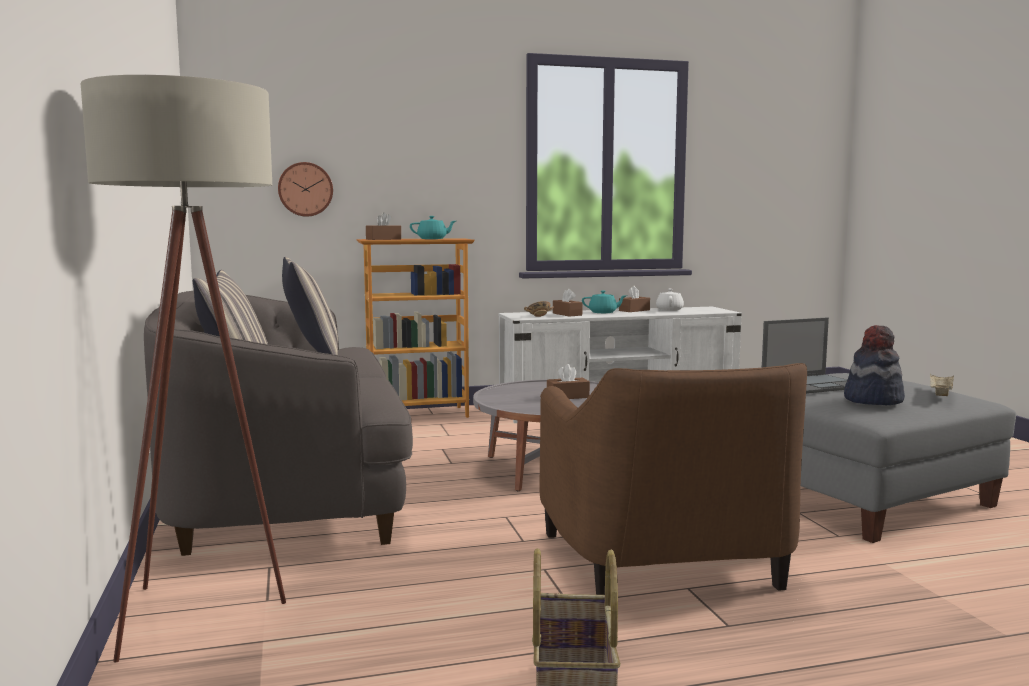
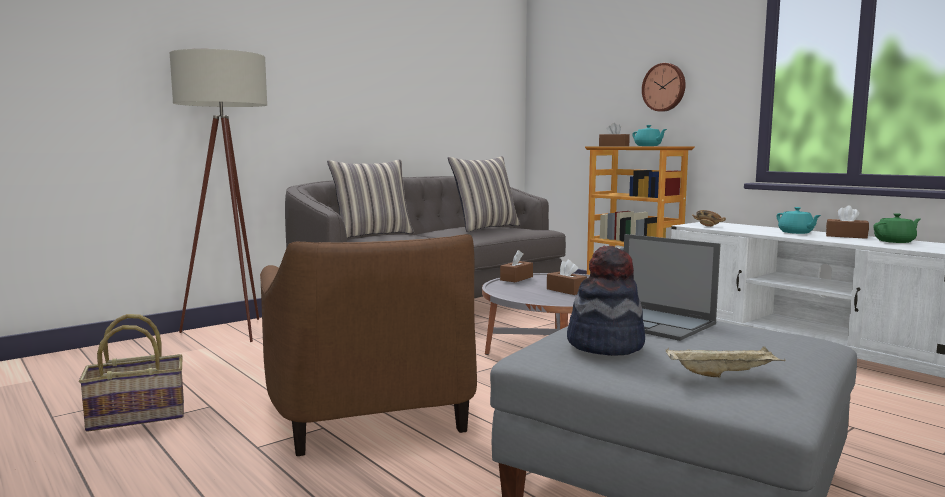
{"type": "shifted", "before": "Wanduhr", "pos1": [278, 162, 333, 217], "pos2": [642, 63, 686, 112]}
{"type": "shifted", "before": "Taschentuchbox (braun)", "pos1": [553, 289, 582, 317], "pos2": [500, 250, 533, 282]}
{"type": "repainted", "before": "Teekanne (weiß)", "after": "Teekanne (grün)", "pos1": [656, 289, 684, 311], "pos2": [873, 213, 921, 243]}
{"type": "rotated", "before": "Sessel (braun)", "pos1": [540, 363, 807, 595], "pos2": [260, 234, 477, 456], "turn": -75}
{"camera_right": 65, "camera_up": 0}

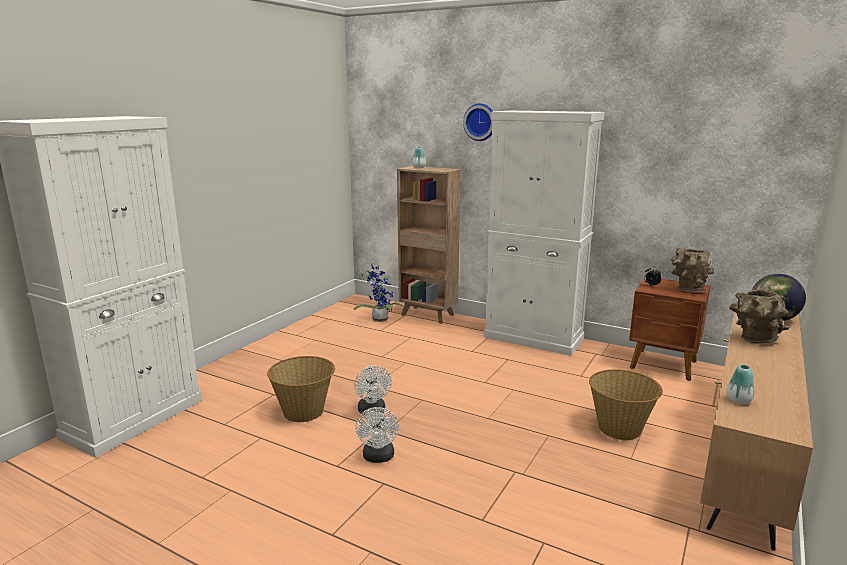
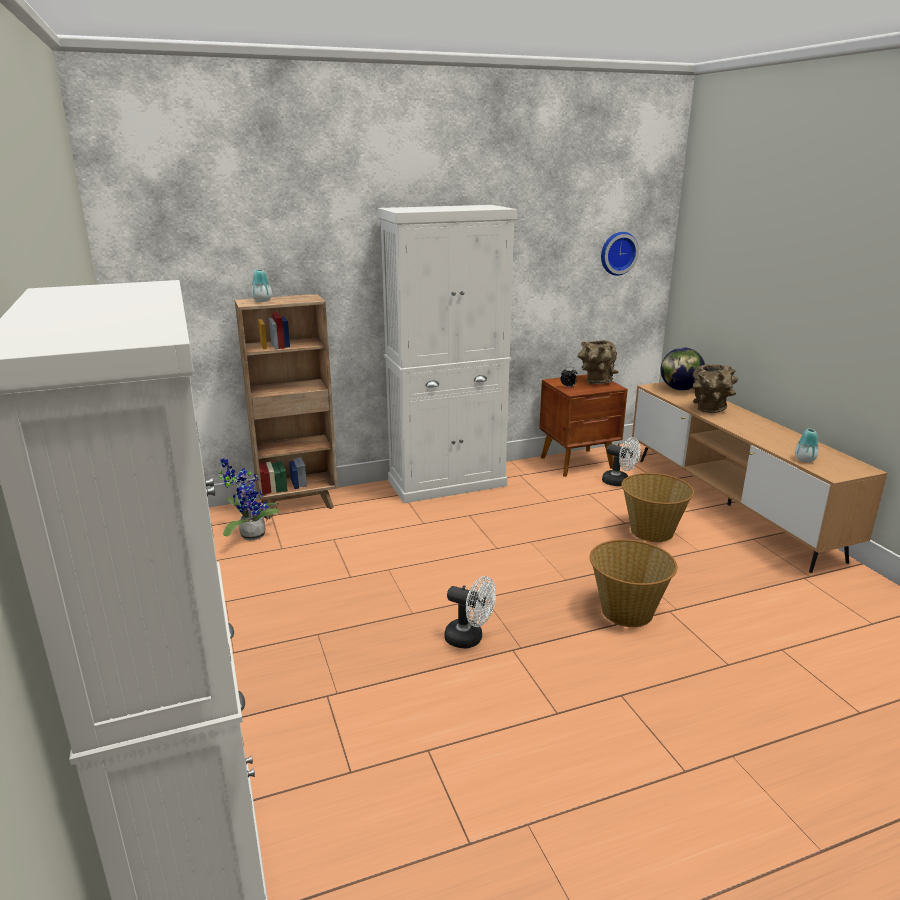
{"type": "shifted", "before": "Wanduhr", "pos1": [463, 103, 494, 141], "pos2": [601, 232, 639, 276]}
{"type": "shifted", "before": "Korb", "pos1": [267, 356, 335, 422], "pos2": [590, 539, 677, 627]}
{"type": "shifted", "before": "Ventilator (weiß)", "pos1": [355, 407, 399, 463], "pos2": [602, 437, 641, 486]}
{"camera_right": -50, "camera_up": 5}

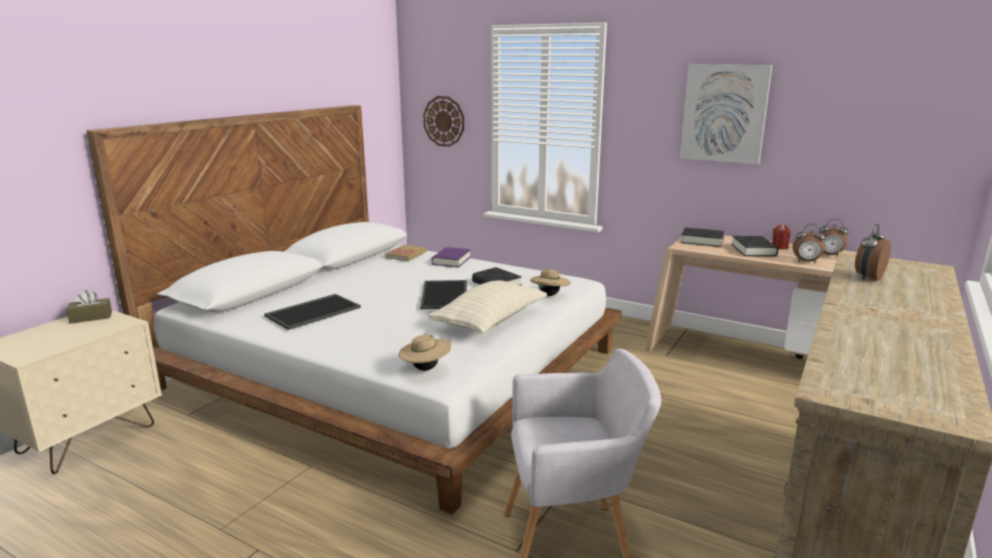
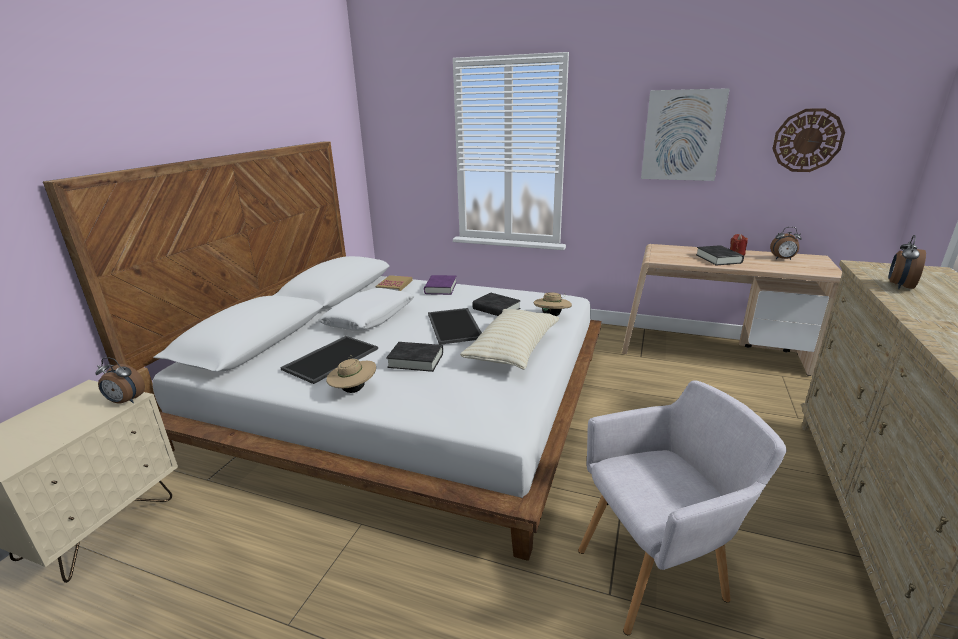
{"type": "shifted", "before": "Wanduhr", "pos1": [423, 96, 464, 147], "pos2": [772, 108, 845, 172]}
{"type": "shifted", "before": "Wecker", "pos1": [793, 224, 826, 263], "pos2": [95, 357, 145, 403]}
{"type": "shifted", "before": "Buch (schwarz)", "pos1": [681, 227, 724, 247], "pos2": [386, 342, 443, 372]}
{"type": "gone", "before": "Taschentuchbox (braun)", "pos1": [66, 290, 112, 324]}
{"type": "shifted", "before": "Hut (beige)", "pos1": [399, 330, 451, 371], "pos2": [326, 355, 376, 393]}
{"type": "new", "after": "Kissen (weiß)", "pos2": [319, 288, 414, 331]}
{"camera_right": -10, "camera_up": 5}

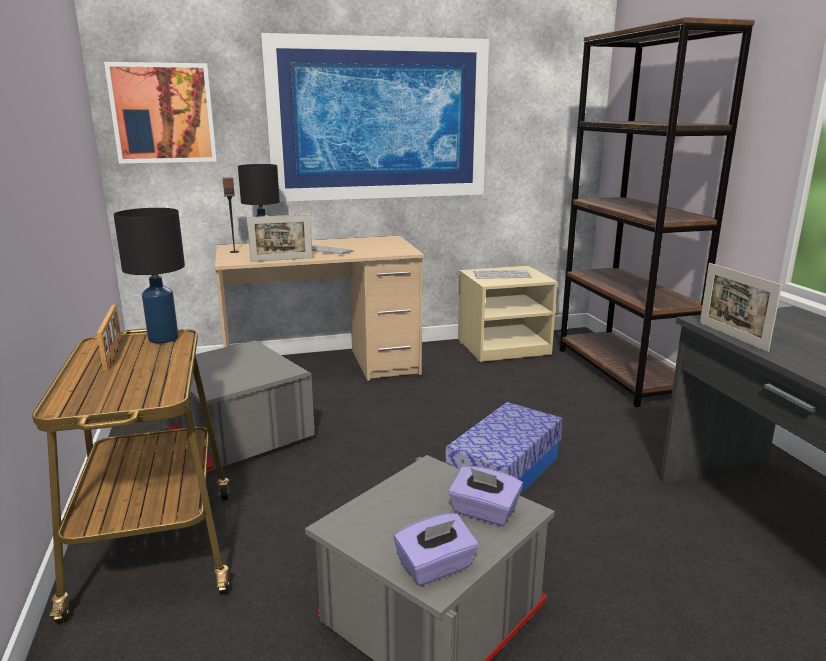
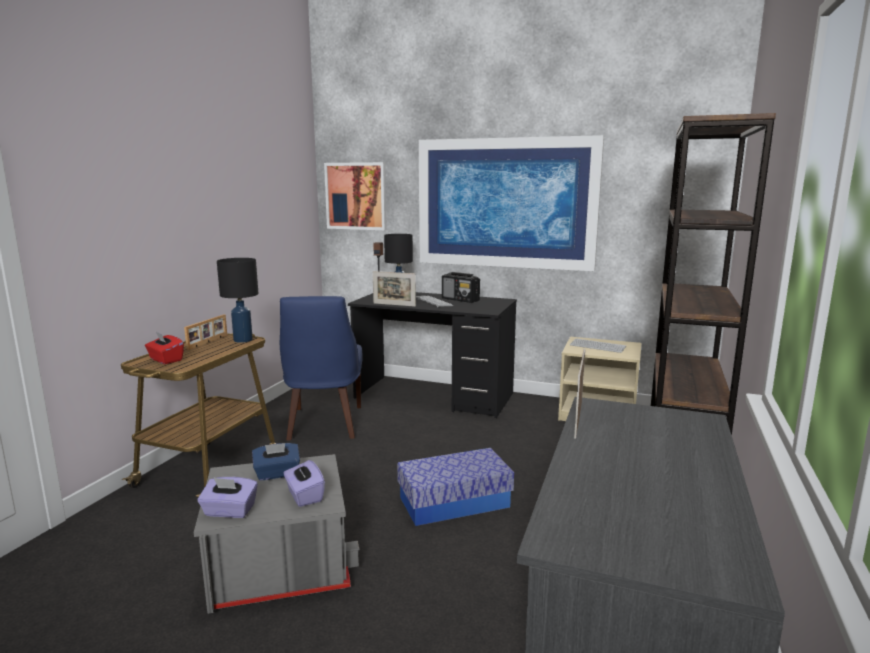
{"type": "repainted", "before": "Schreibtisch (beige)", "after": "Schreibtisch (schwarz)", "pos1": [215, 236, 424, 381], "pos2": [348, 292, 517, 418]}
{"type": "swapped", "before": "Aufbewahrungsbox (grau)", "after": "Stuhl (blau)", "pos1": [153, 340, 315, 472], "pos2": [280, 296, 363, 441]}
{"type": "new", "after": "Radio", "pos2": [442, 272, 480, 303]}
{"type": "new", "after": "Taschentuchbox (rot)", "pos2": [145, 332, 184, 364]}
{"type": "new", "after": "Taschentuchbox (blau)", "pos2": [252, 443, 300, 480]}
{"camera_right": 35, "camera_up": -5}

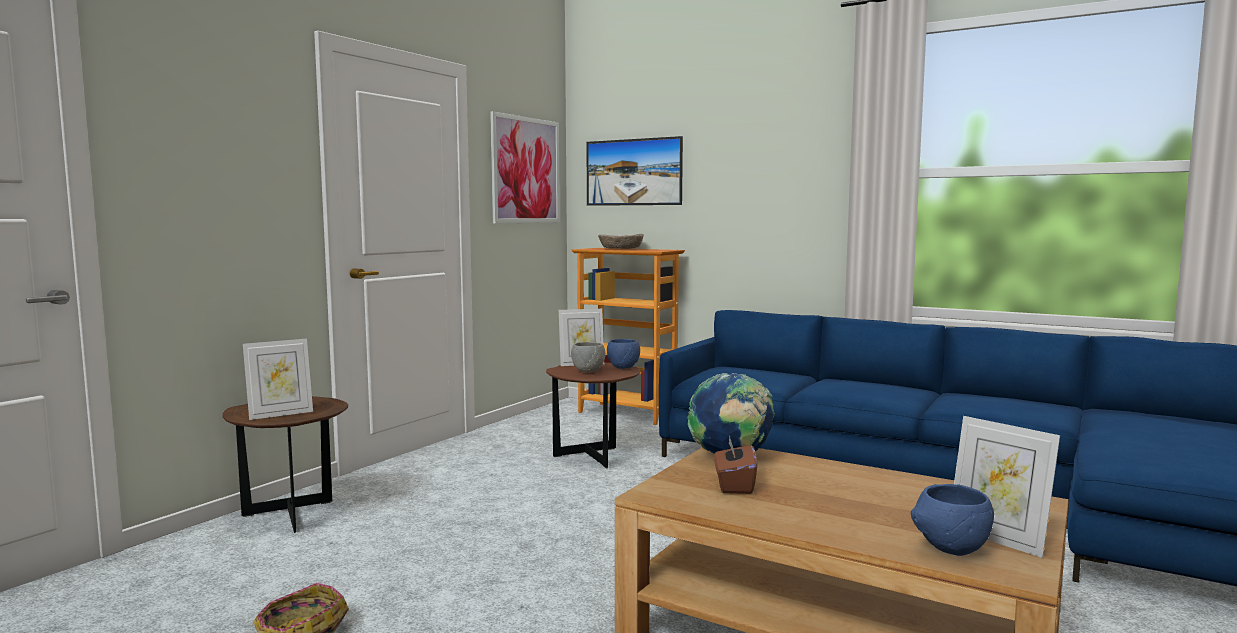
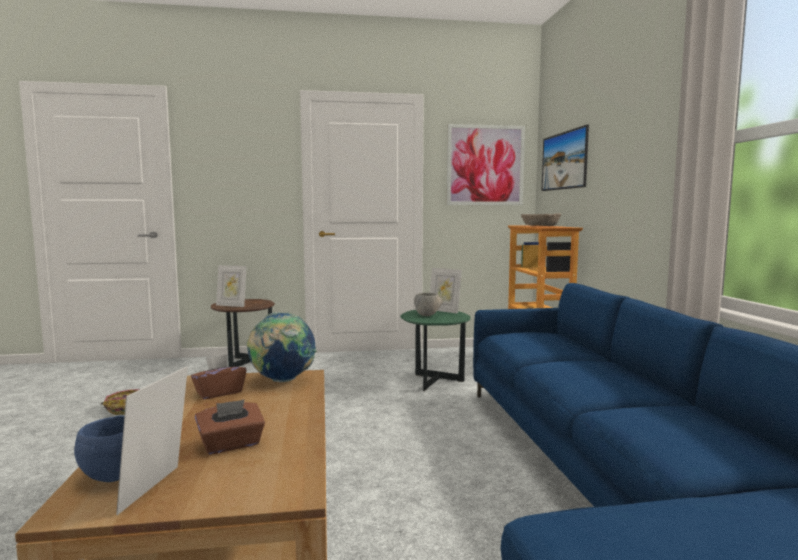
{"type": "gone", "before": "Schüssel (blau)", "pos1": [607, 339, 640, 369]}
{"type": "repainted", "before": "Beistelltisch (braun)", "after": "Beistelltisch (grün)", "pos1": [546, 362, 640, 468], "pos2": [400, 310, 470, 391]}
{"type": "new", "after": "Taschentuchbox (braun)", "pos2": [195, 400, 265, 455]}
{"camera_right": 50, "camera_up": 0}

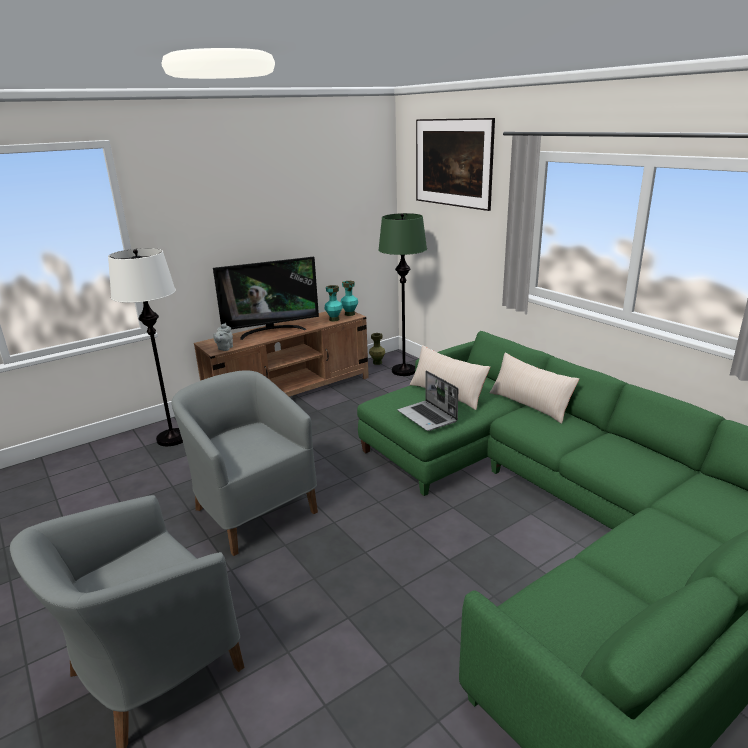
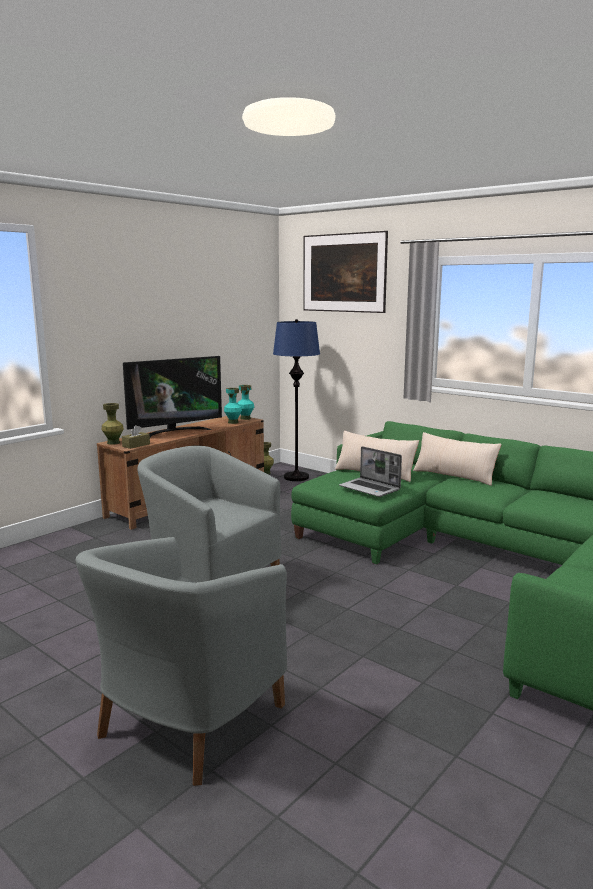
{"type": "repainted", "before": "Stehlampe (grün)", "after": "Stehlampe (blau)", "pos1": [378, 213, 427, 376], "pos2": [273, 319, 320, 481]}
{"type": "gone", "before": "Stehlampe (weiß)", "pos1": [108, 248, 183, 446]}
{"type": "swapped", "before": "Teekanne (grau)", "after": "Taschentuchbox (braun)", "pos1": [213, 323, 233, 351], "pos2": [122, 425, 150, 449]}
{"type": "new", "after": "Vase (grün)", "pos2": [102, 403, 124, 445]}
{"camera_right": -15, "camera_up": -10}

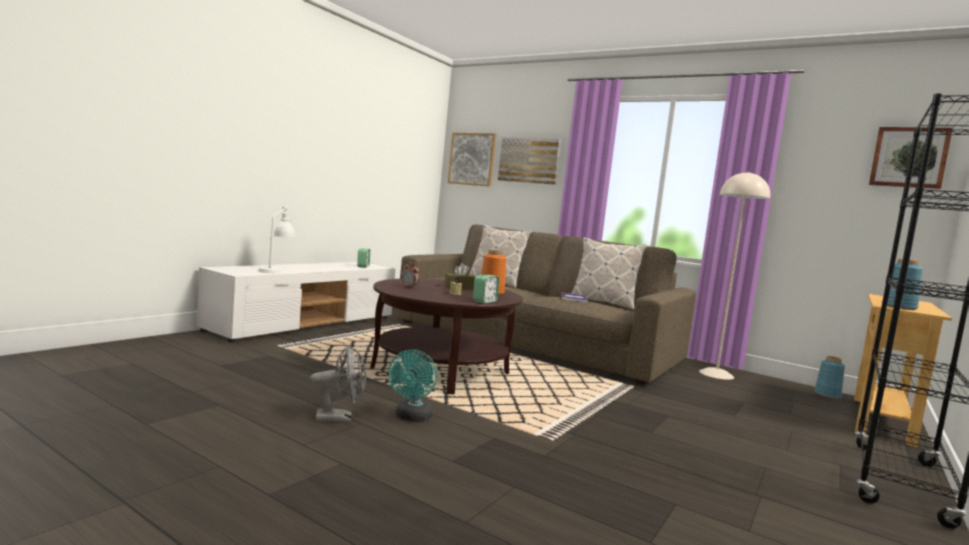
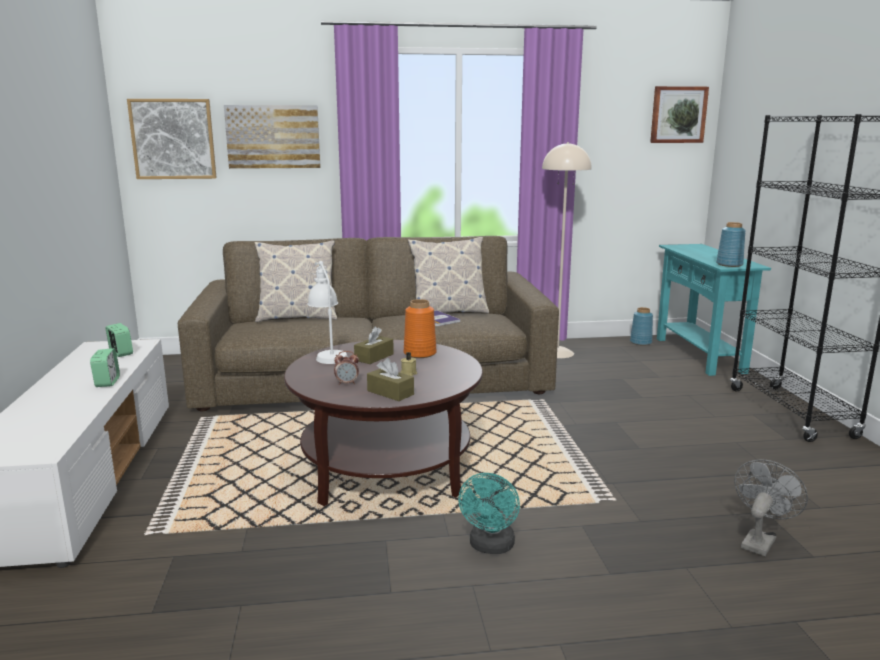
{"type": "shifted", "before": "Tischlampe (weiß)", "pos1": [258, 206, 295, 273], "pos2": [307, 261, 348, 364]}
{"type": "shifted", "before": "Wecker", "pos1": [473, 275, 499, 304], "pos2": [90, 348, 120, 387]}
{"type": "repainted", "before": "Konsolentisch (beige)", "after": "Konsolentisch (türkis)", "pos1": [854, 294, 952, 448], "pos2": [657, 244, 771, 376]}
{"type": "shifted", "before": "Ventilator (grau)", "pos1": [310, 345, 366, 422], "pos2": [734, 459, 808, 556]}
{"type": "rotated", "before": "Ventilator (türkis)", "pos1": [388, 349, 437, 421], "pos2": [458, 473, 520, 554], "turn": 45}
{"type": "new", "after": "Taschentuchbox (braun)", "pos2": [367, 358, 414, 401]}
{"camera_right": -40, "camera_up": 10}

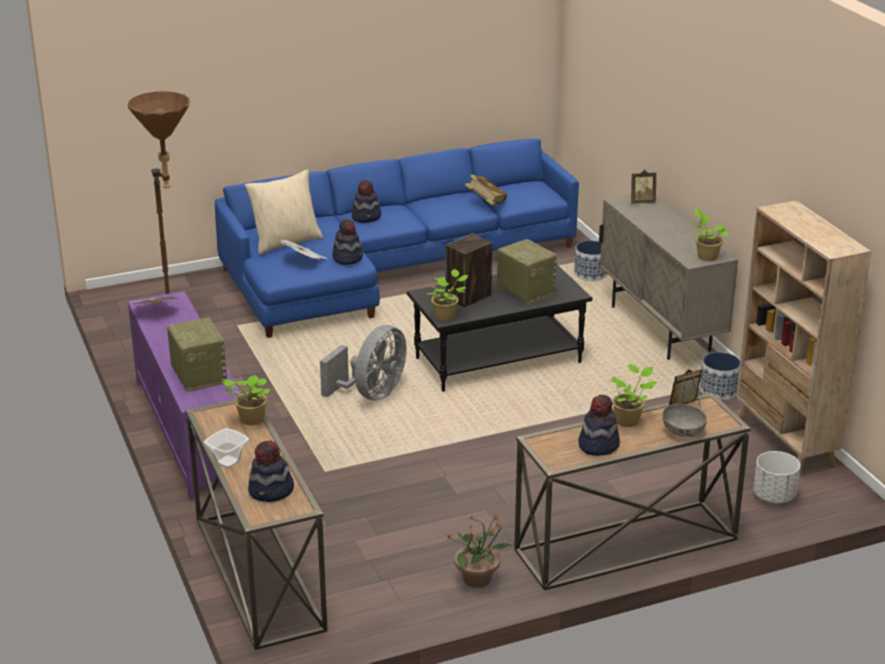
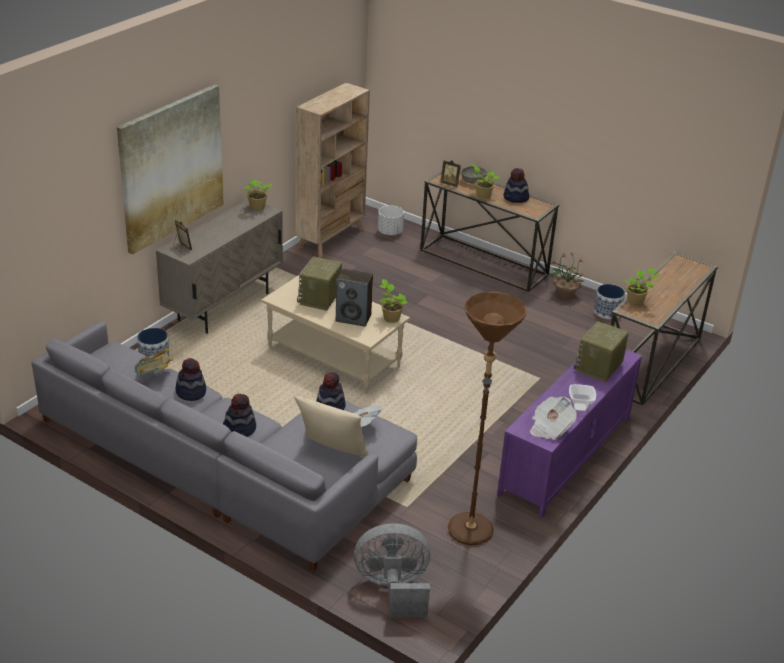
{"type": "repainted", "before": "Sofa (blau)", "after": "Sofa (grau)", "pos1": [215, 139, 579, 338], "pos2": [31, 321, 417, 572]}
{"type": "repainted", "before": "Couchtisch (schwarz)", "after": "Couchtisch (beige)", "pos1": [407, 265, 592, 392], "pos2": [261, 275, 410, 394]}
{"type": "shifted", "before": "Ventilator (grau)", "pos1": [320, 325, 407, 400], "pos2": [354, 523, 430, 617]}
{"type": "shifted", "before": "Pflanzkübel", "pos1": [700, 352, 740, 400], "pos2": [594, 284, 625, 319]}
{"type": "shifted", "before": "Schüssel", "pos1": [204, 428, 249, 468], "pos2": [569, 384, 596, 412]}
{"type": "shifted", "before": "Hut", "pos1": [248, 440, 294, 502], "pos2": [176, 358, 206, 401]}
{"type": "new", "after": "Bild", "pos2": [117, 84, 224, 255]}
{"camera_right": -125, "camera_up": 5}

